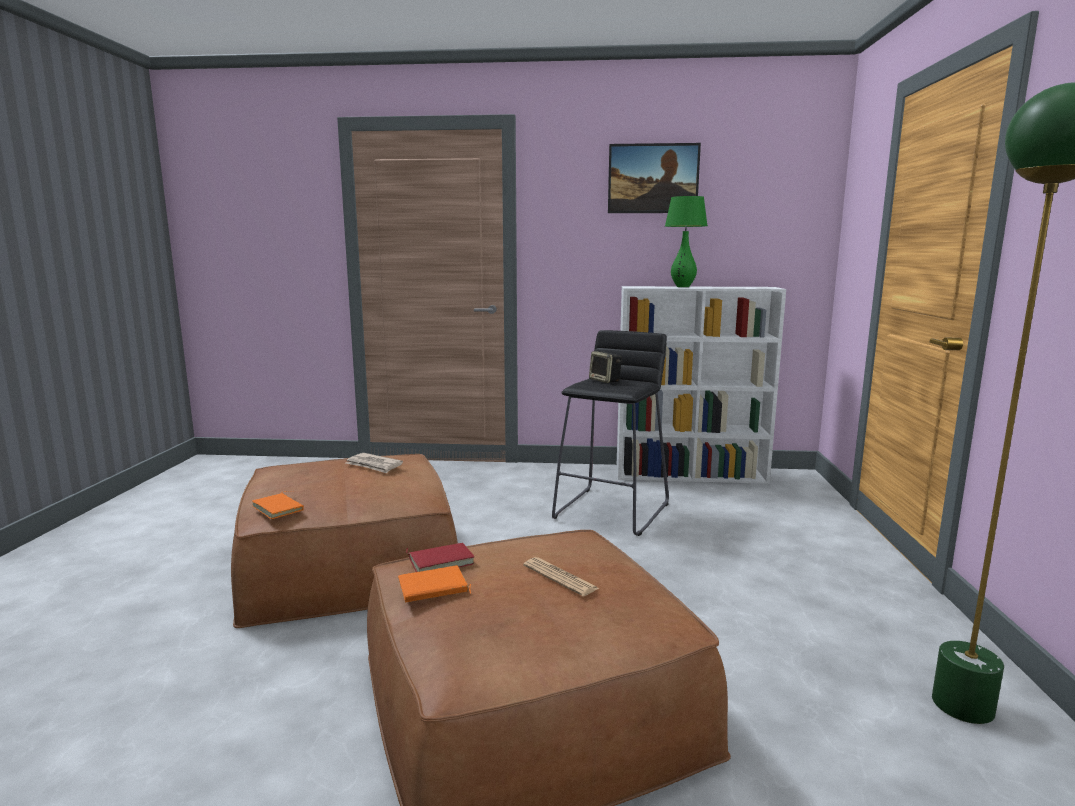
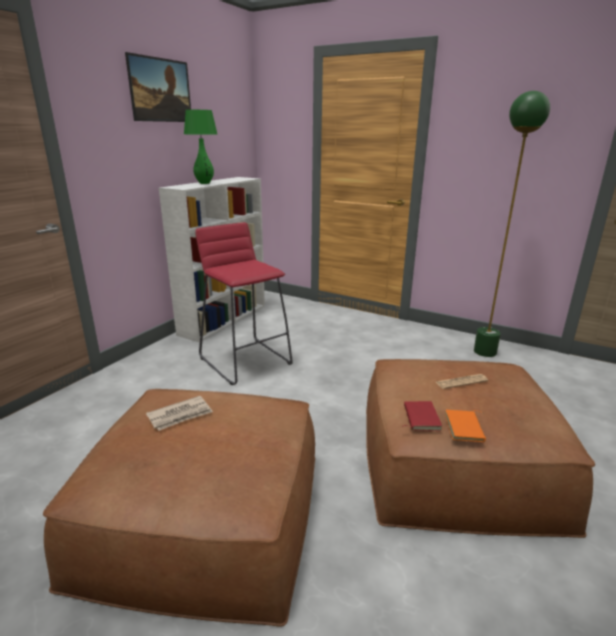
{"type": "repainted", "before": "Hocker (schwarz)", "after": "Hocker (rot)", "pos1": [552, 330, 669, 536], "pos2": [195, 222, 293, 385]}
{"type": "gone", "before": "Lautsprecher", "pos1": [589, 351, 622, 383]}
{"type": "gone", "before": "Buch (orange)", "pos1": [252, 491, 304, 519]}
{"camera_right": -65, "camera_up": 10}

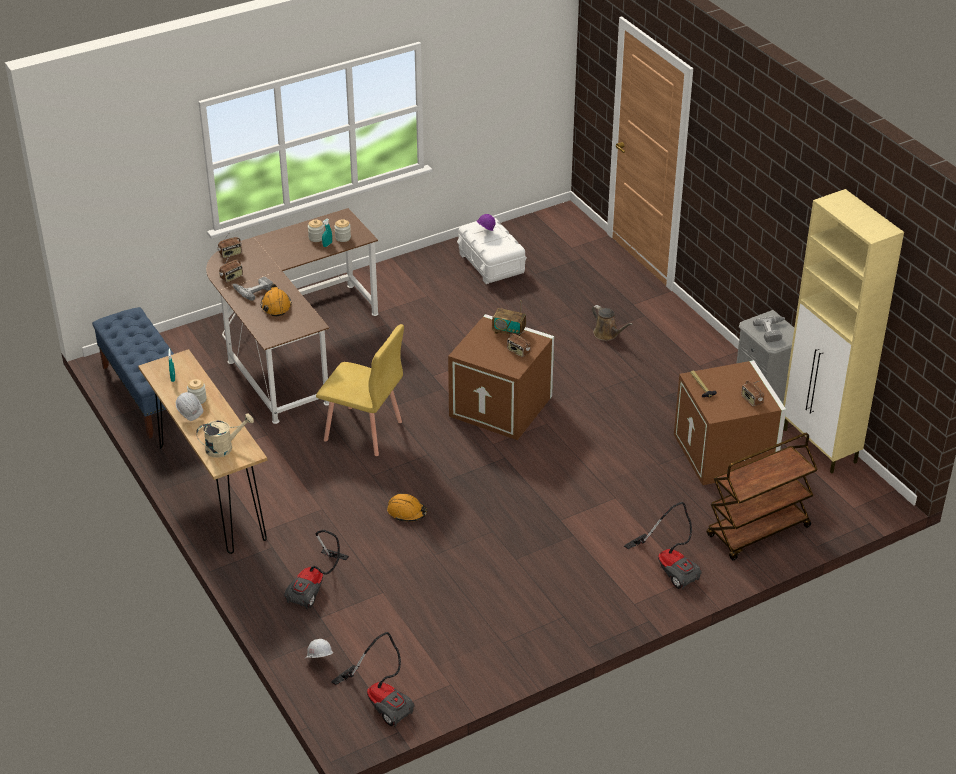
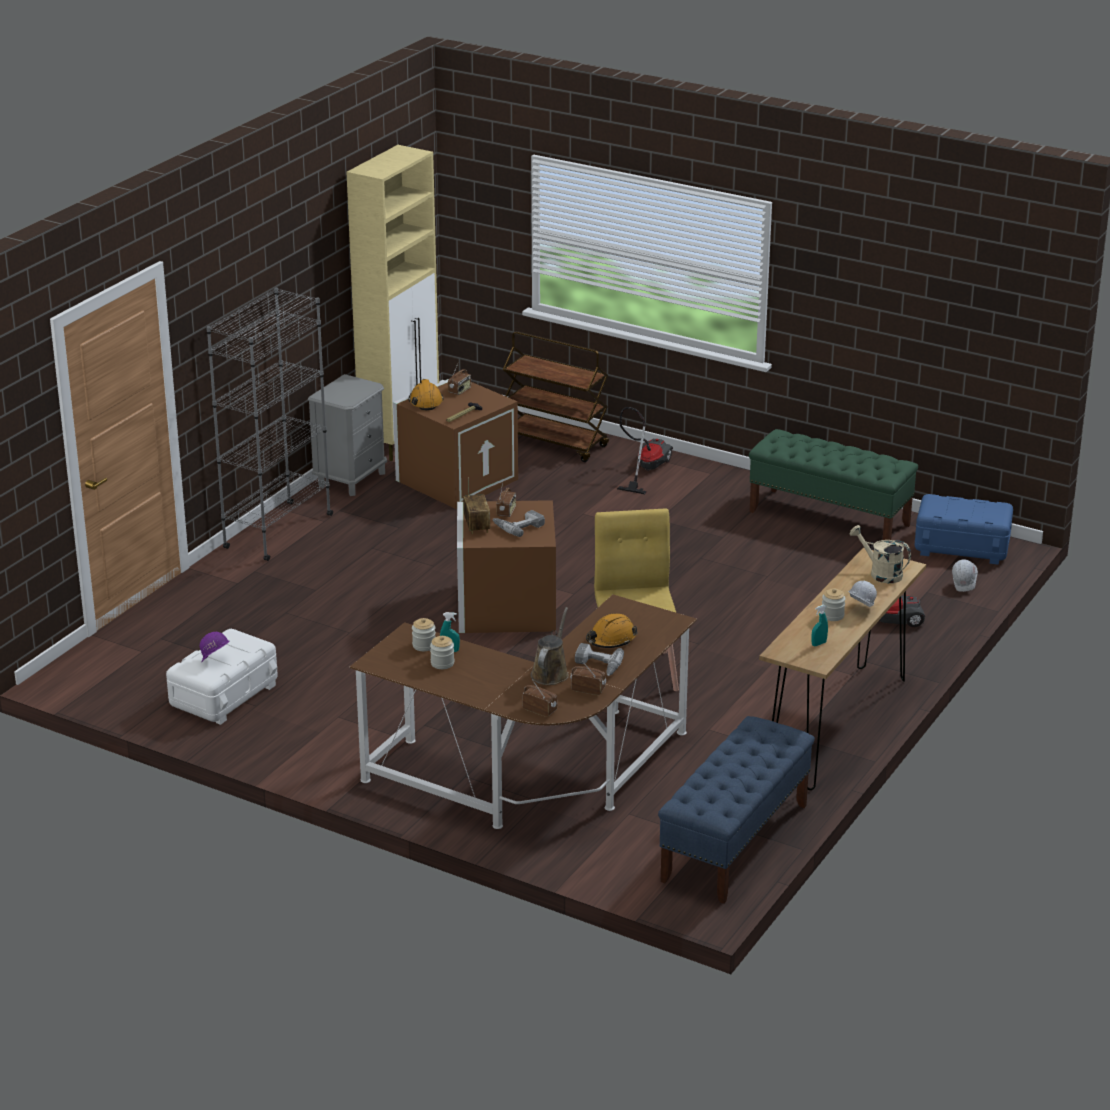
{"type": "shifted", "before": "Gießkanne (braun)", "pos1": [592, 305, 633, 341], "pos2": [531, 607, 569, 685]}
{"type": "shifted", "before": "Bohrmaschine", "pos1": [753, 317, 785, 343], "pos2": [493, 510, 545, 537]}
{"type": "shifted", "before": "Schutzhelm (orange)", "pos1": [387, 493, 428, 522], "pos2": [409, 379, 444, 410]}
{"type": "swapped", "before": "Staubsauger", "after": "Aufbewahrungsbox (blau)", "pos1": [331, 632, 414, 726], "pos2": [915, 494, 1013, 565]}
{"type": "new", "after": "Bücherregal (grau)", "pos2": [206, 287, 333, 561]}
{"type": "new", "after": "Bank (grün)", "pos2": [749, 429, 918, 540]}
{"camera_right": -120, "camera_up": -10}

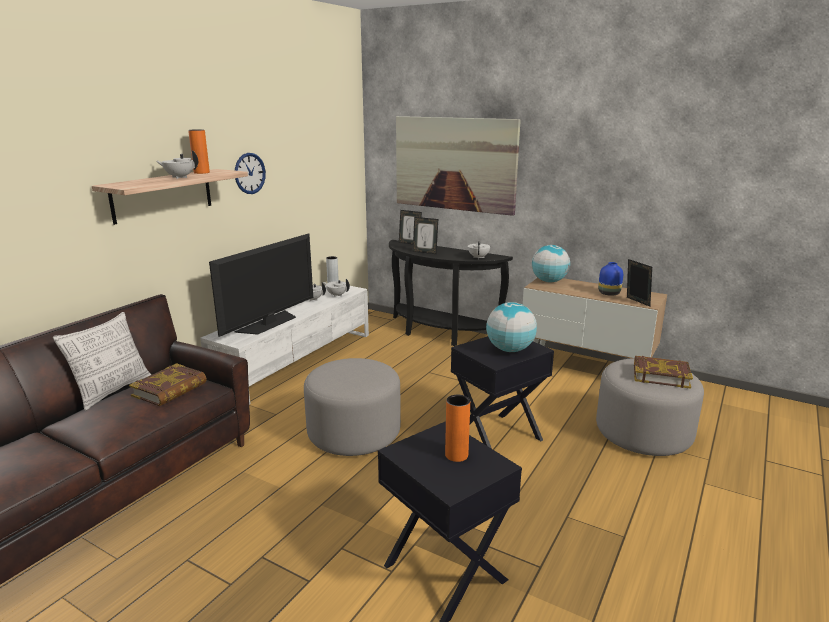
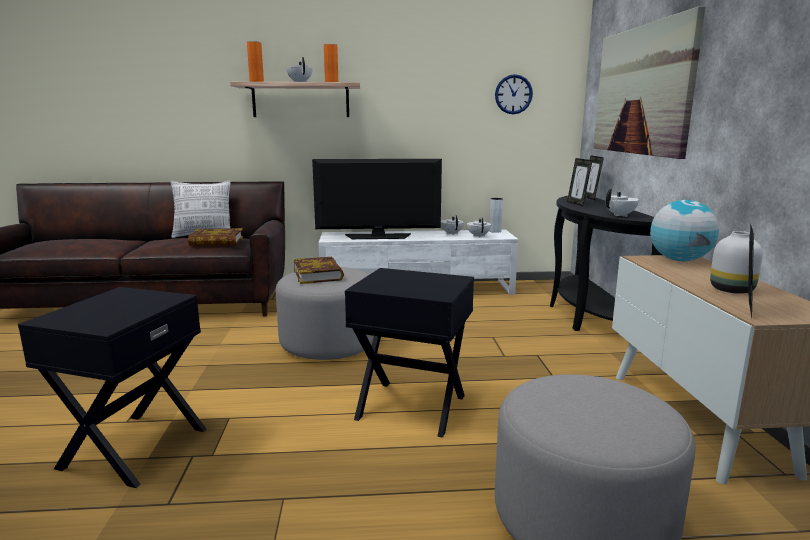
{"type": "shifted", "before": "Wanduhr", "pos1": [235, 153, 266, 194], "pos2": [495, 74, 533, 114]}
{"type": "repainted", "before": "Vase (blau)", "after": "Vase (weiß)", "pos1": [598, 262, 623, 296], "pos2": [710, 231, 763, 294]}
{"type": "gone", "before": "Globus", "pos1": [486, 302, 537, 352]}
{"type": "shifted", "before": "Buch", "pos1": [634, 356, 693, 389], "pos2": [294, 257, 344, 284]}
{"type": "shifted", "before": "Vase (orange)", "pos1": [445, 395, 470, 462], "pos2": [247, 41, 264, 82]}
{"camera_right": 55, "camera_up": -5}

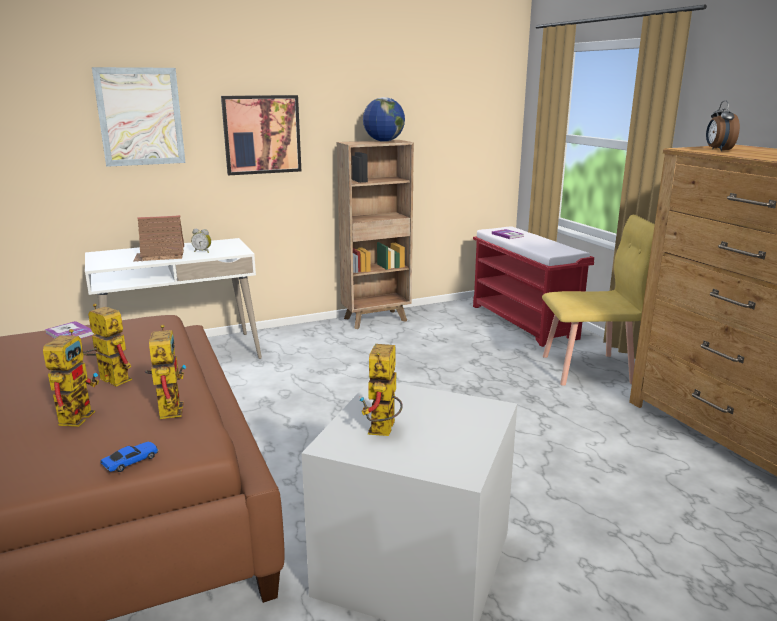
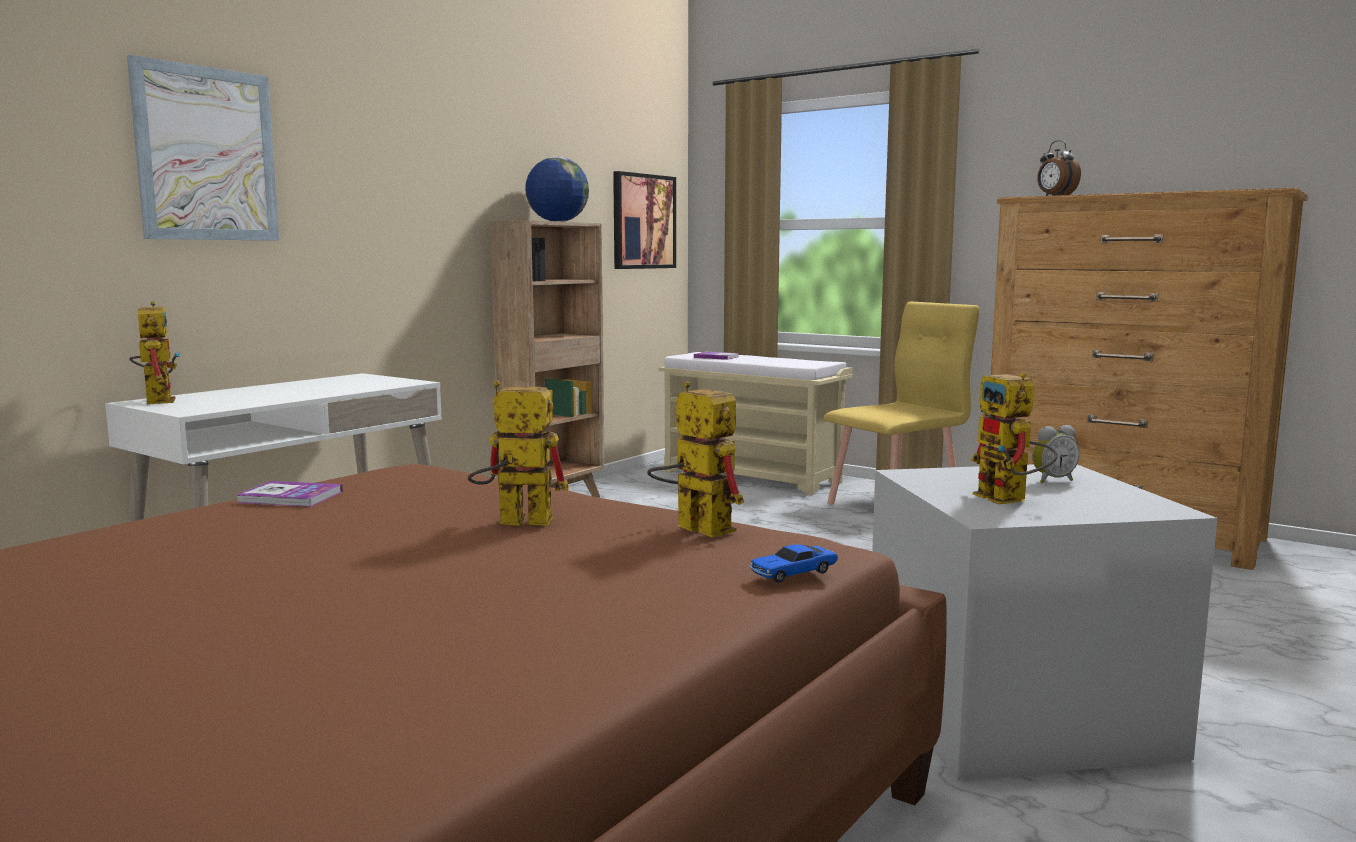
{"type": "shifted", "before": "Bild", "pos1": [221, 95, 301, 175], "pos2": [613, 171, 676, 269]}
{"type": "gone", "before": "Spielzeughaus", "pos1": [133, 215, 184, 262]}
{"type": "repainted", "before": "Bank (rot)", "after": "Bank (beige)", "pos1": [473, 226, 594, 347], "pos2": [658, 352, 853, 496]}
{"type": "shifted", "before": "Wecker", "pos1": [191, 229, 211, 253], "pos2": [1032, 425, 1080, 483]}
{"type": "shifted", "before": "Spielzeugroboter", "pos1": [43, 329, 99, 427], "pos2": [129, 301, 180, 404]}
{"type": "rotated", "before": "Spielzeugauto", "pos1": [101, 442, 158, 472], "pos2": [750, 544, 838, 583], "turn": -135}
{"camera_right": -30, "camera_up": -10}

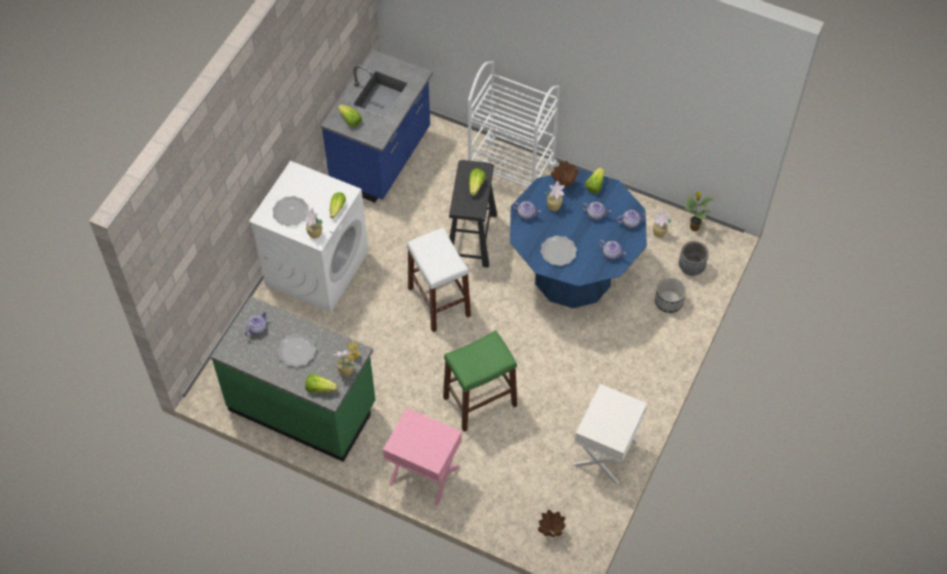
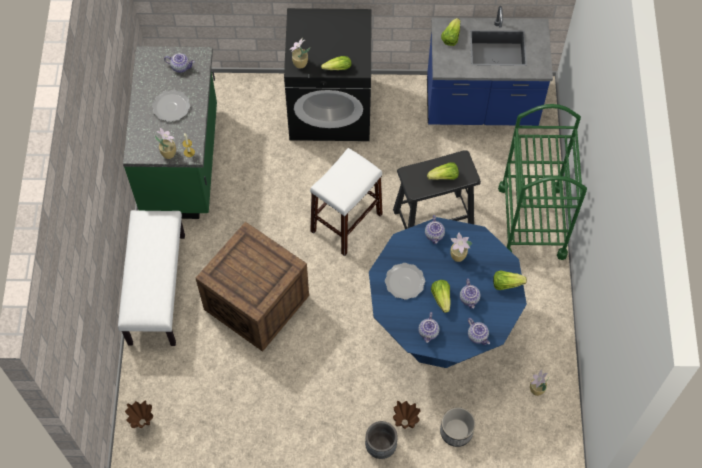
{"type": "repainted", "before": "Rollwagen (weiß)", "after": "Rollwagen (grün)", "pos1": [468, 61, 560, 188], "pos2": [498, 104, 587, 260]}
{"type": "repainted", "before": "Waschmaschine (weiß)", "after": "Waschmaschine (schwarz)", "pos1": [249, 161, 368, 313], "pos2": [284, 8, 372, 141]}
{"type": "shifted", "before": "Vase (braun)", "pos1": [551, 161, 579, 188], "pos2": [393, 401, 421, 429]}
{"type": "gone", "before": "Topfpflanze", "pos1": [684, 191, 714, 231]}
{"type": "gone", "before": "Teller", "pos1": [272, 196, 309, 226]}
{"type": "shifted", "before": "Pflanzkübel (grau)", "pos1": [679, 241, 709, 276], "pos2": [365, 421, 398, 459]}
{"type": "swapped", "before": "Hocker (grün)", "after": "Kiste", "pos1": [443, 331, 517, 432], "pos2": [196, 222, 309, 352]}
{"type": "shifted", "before": "Salatkopf", "pos1": [305, 374, 337, 393], "pos2": [431, 280, 451, 313]}
{"type": "gone", "before": "Nachttisch (weiß)", "pos1": [573, 384, 647, 484]}
{"type": "swapped", "before": "Nachttisch (rosa)", "after": "Bank (weiß)", "pos1": [383, 408, 462, 506], "pos2": [118, 210, 185, 346]}
{"camera_right": 65, "camera_up": 5}

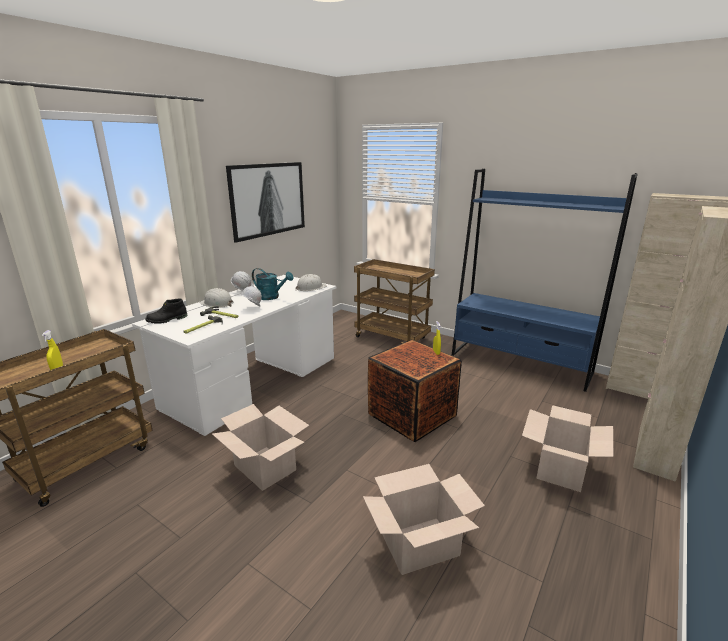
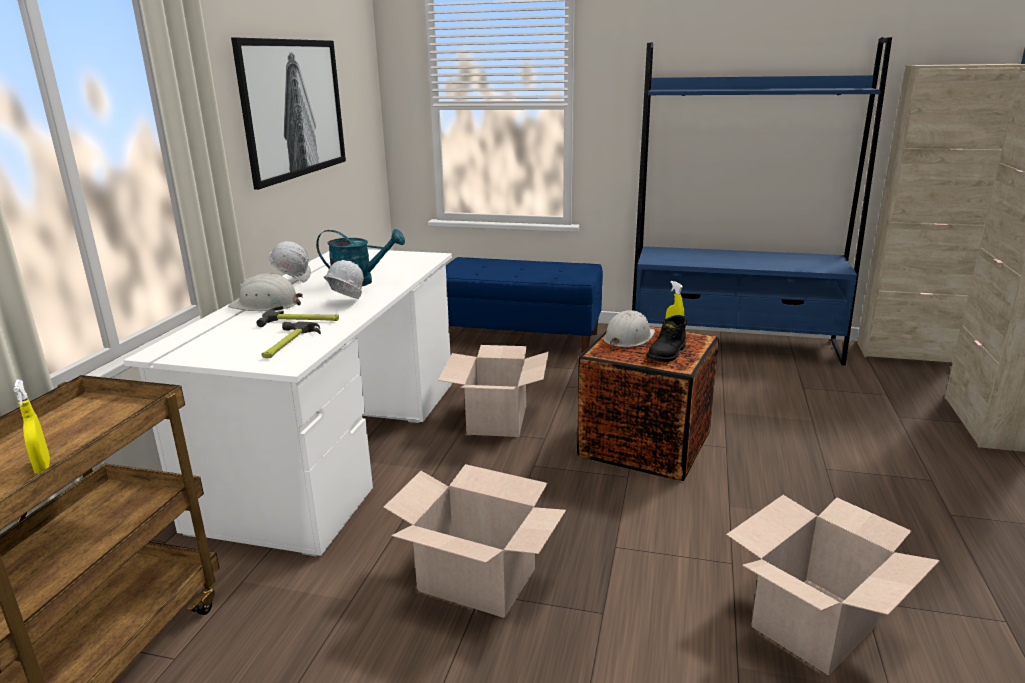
{"type": "swapped", "before": "Rollwagen (braun)", "after": "Bank (blau)", "pos1": [354, 259, 435, 343], "pos2": [446, 257, 603, 353]}
{"type": "shifted", "before": "Schutzhelm (weiß)", "pos1": [296, 274, 327, 291], "pos2": [604, 310, 655, 348]}
{"type": "shifted", "before": "Stiefel (schwarz)", "pos1": [145, 298, 187, 324], "pos2": [646, 315, 687, 362]}
{"type": "shifted", "before": "Karton", "pos1": [522, 405, 613, 492], "pos2": [438, 345, 549, 437]}
{"camera_right": -20, "camera_up": 0}

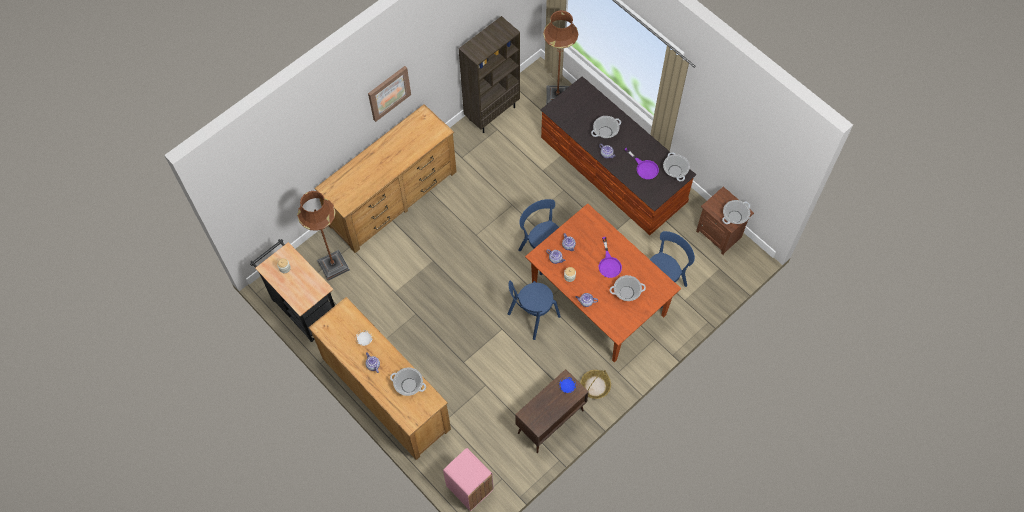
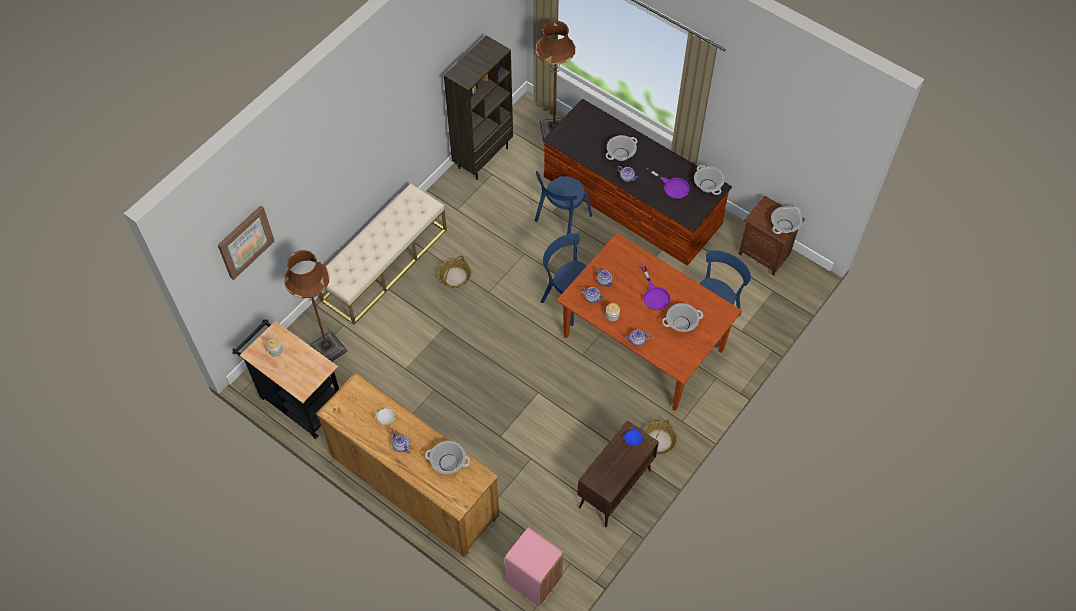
{"type": "shifted", "before": "Bild", "pos1": [368, 66, 411, 122], "pos2": [218, 205, 275, 280]}
{"type": "swapped", "before": "Kommode (braun)", "after": "Bank (beige)", "pos1": [315, 104, 457, 253], "pos2": [319, 183, 447, 325]}
{"type": "shifted", "before": "Stuhl (blau)", "pos1": [508, 281, 561, 340], "pos2": [535, 171, 592, 234]}
{"type": "new", "after": "Korb", "pos2": [438, 256, 472, 288]}
{"camera_right": -10, "camera_up": -5}

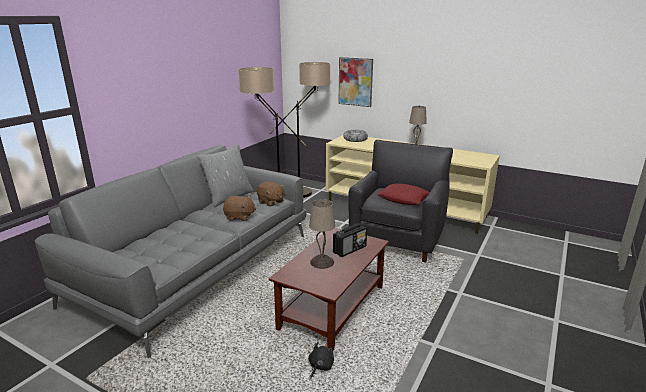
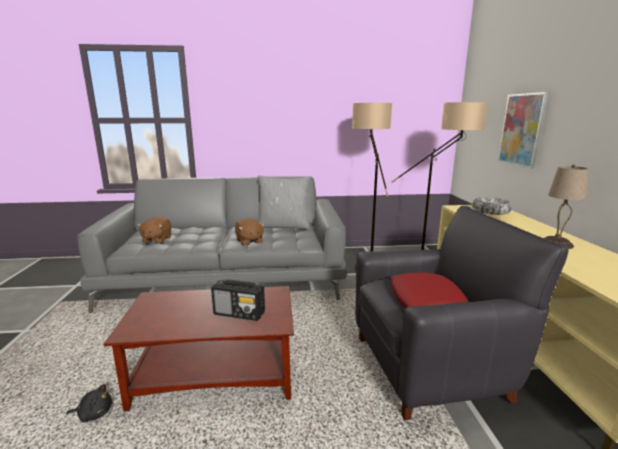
{"type": "shifted", "before": "Plüschtier (braun)", "pos1": [256, 181, 285, 206], "pos2": [137, 216, 172, 244]}
{"type": "gone", "before": "Tischlampe (beige)", "pos1": [309, 199, 335, 269]}
{"camera_right": 55, "camera_up": -5}

